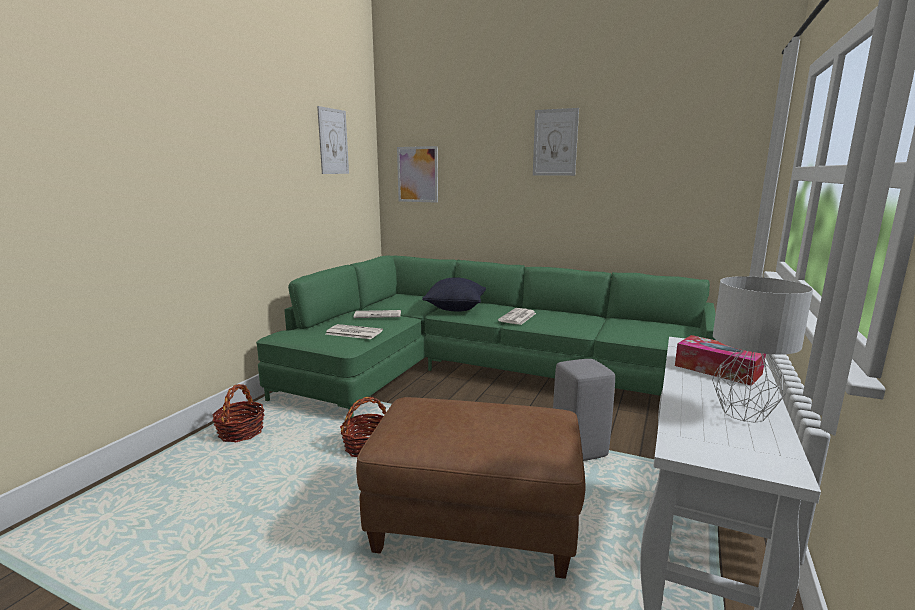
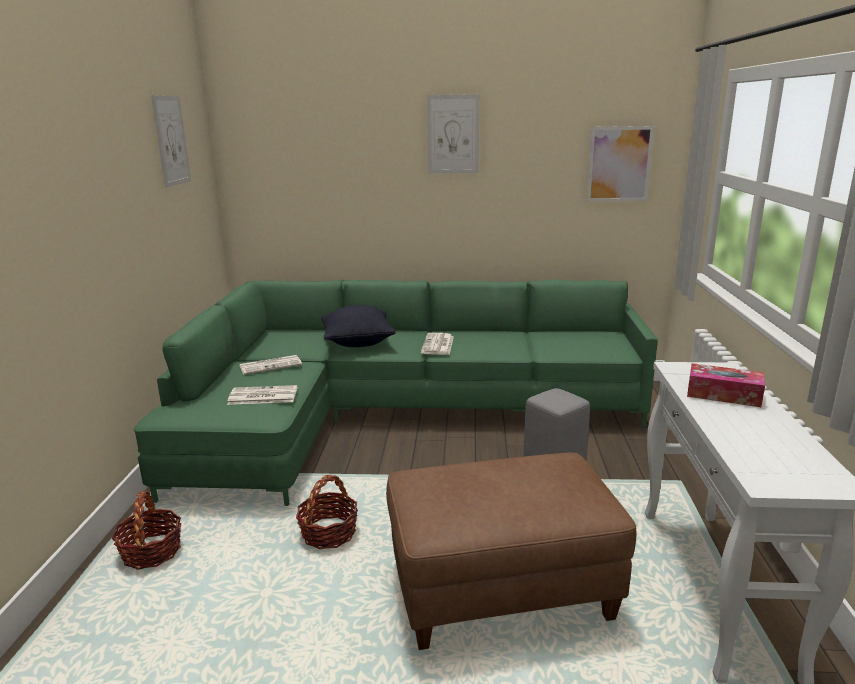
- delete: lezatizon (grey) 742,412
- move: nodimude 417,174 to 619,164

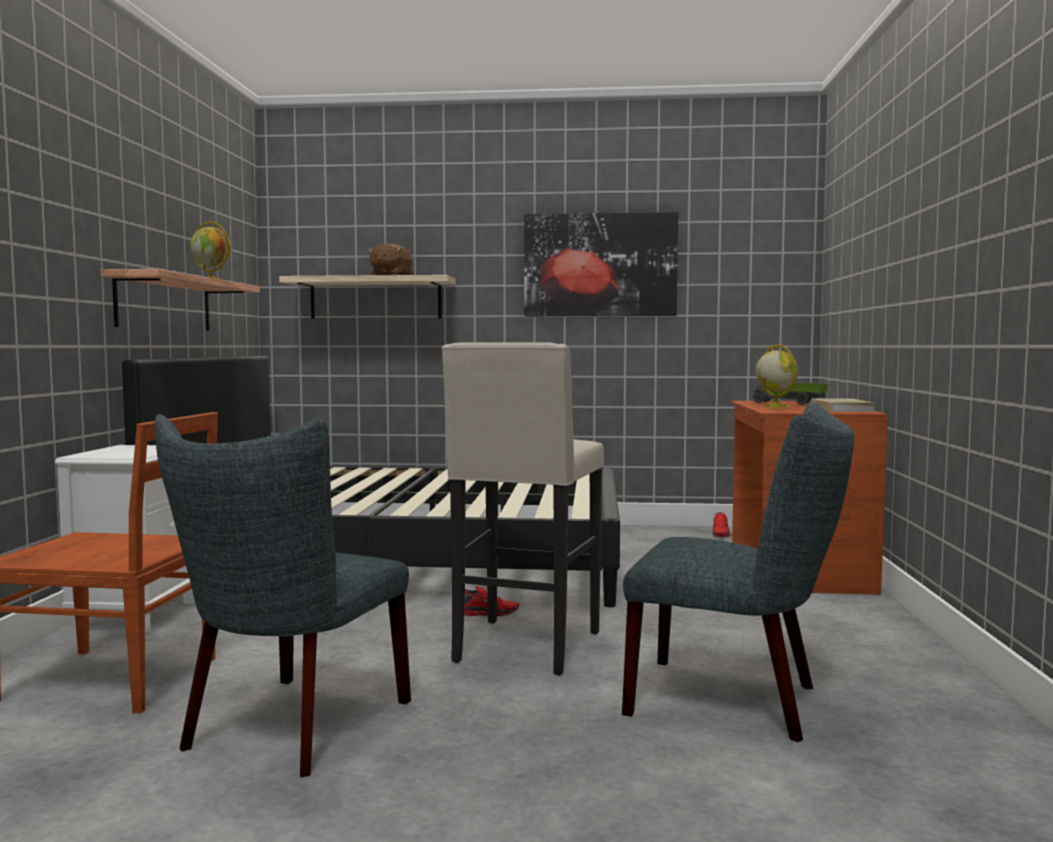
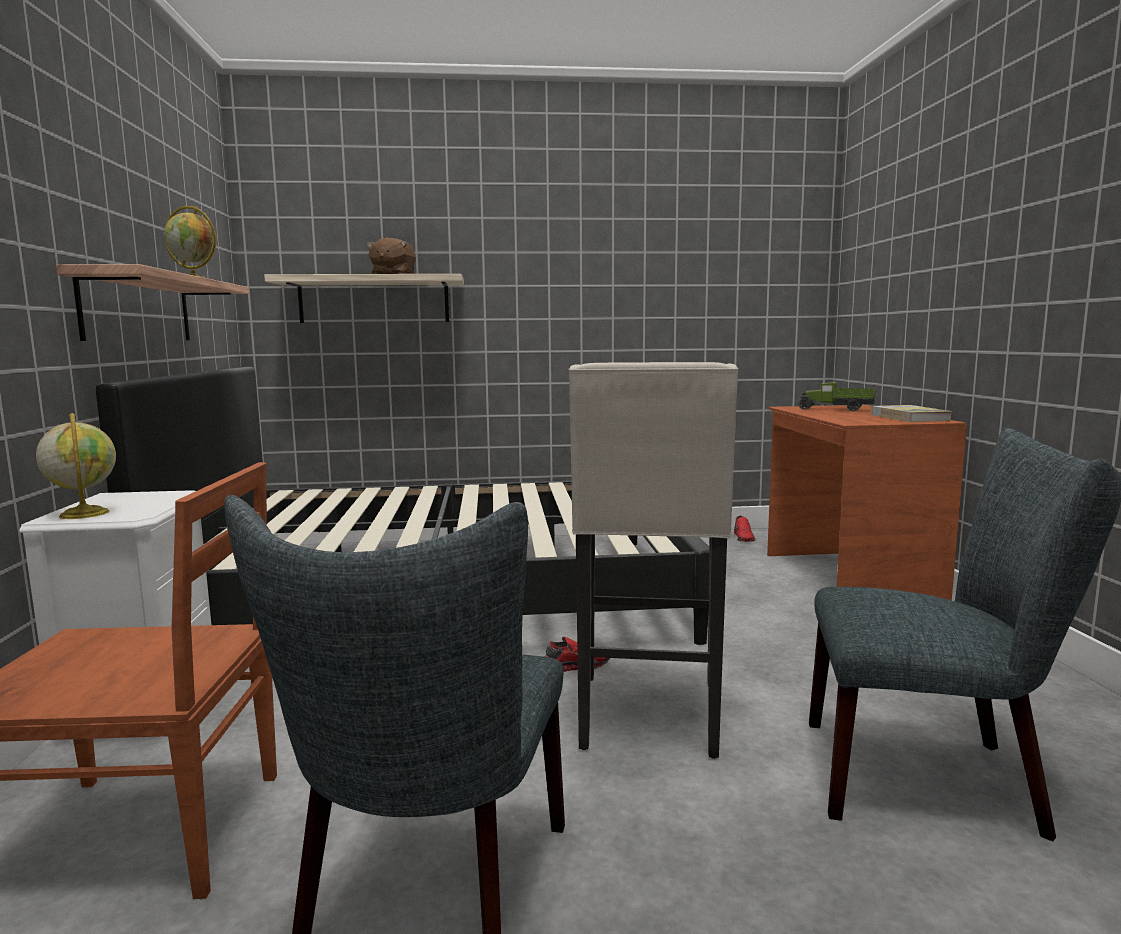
- delete: nodimude 600,265
- move: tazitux 775,407 to 83,513

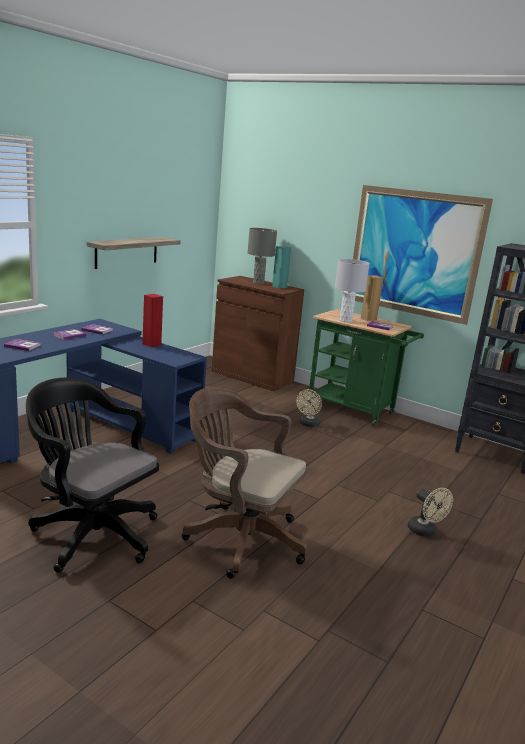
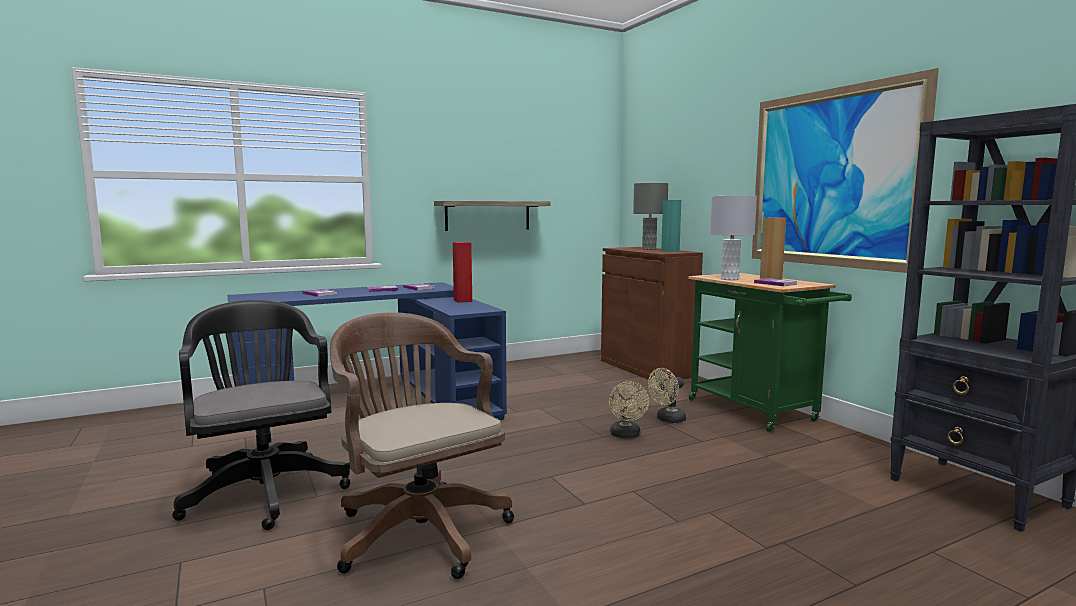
- move: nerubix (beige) 425,532 to 626,435

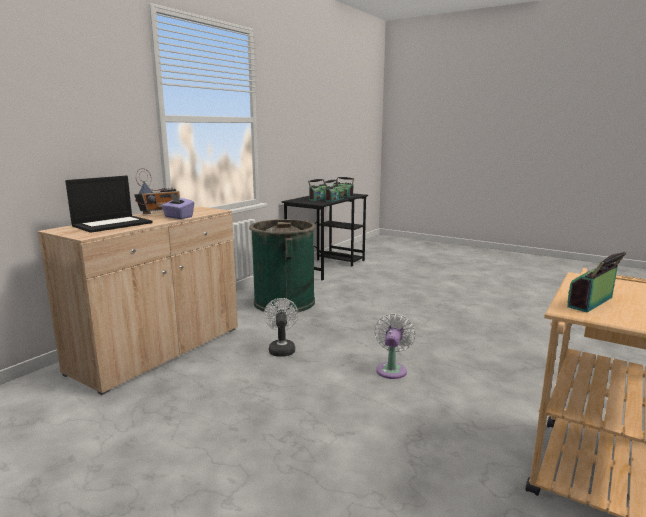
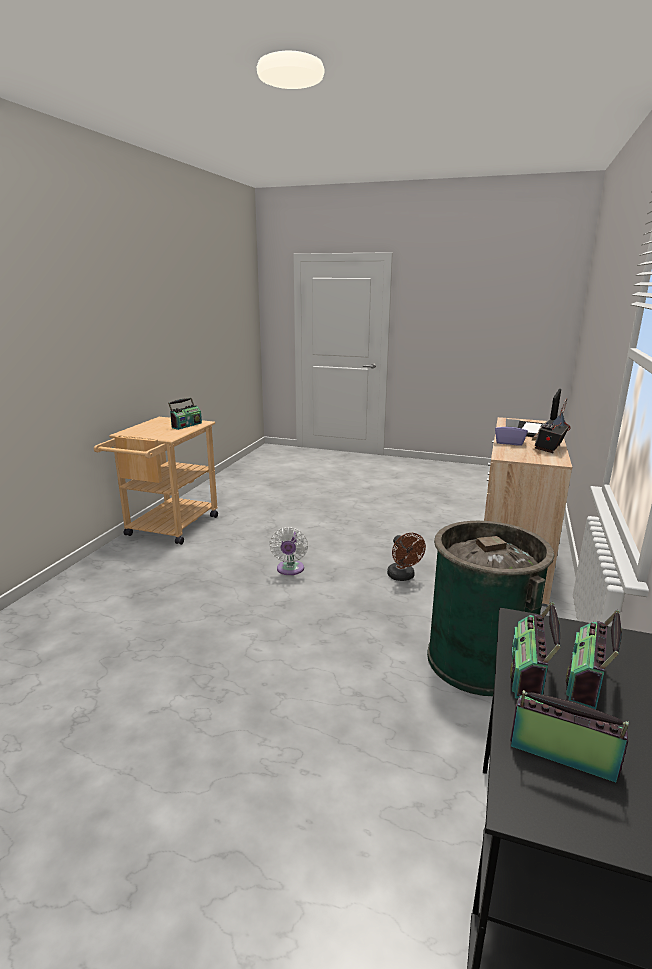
- recolor: nerubix (white) 281,349 to nerubix (brown) 403,577

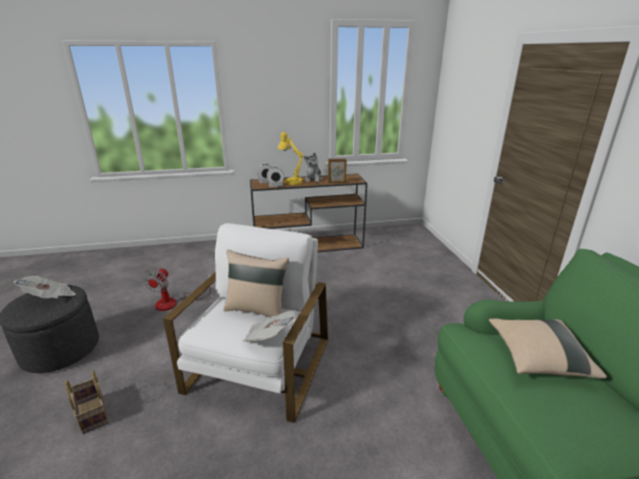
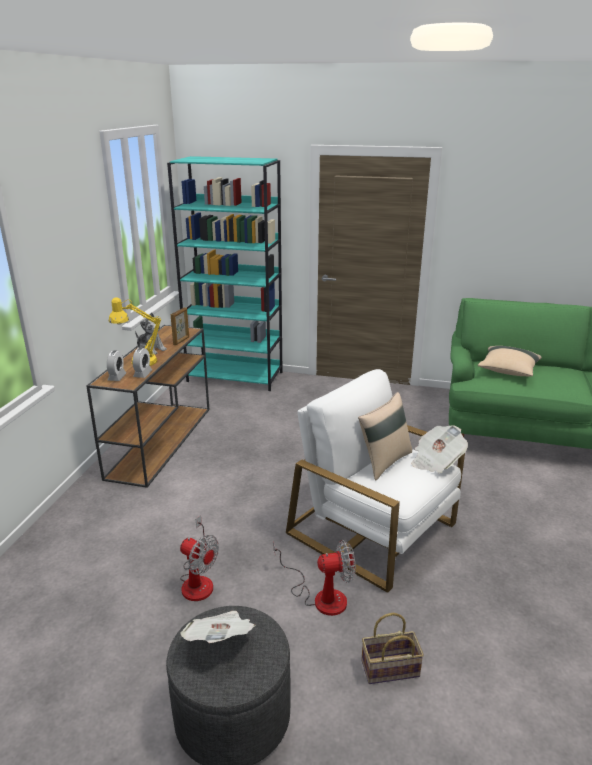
- insert: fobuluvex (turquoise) 236,377
- insert: nerubix 321,596

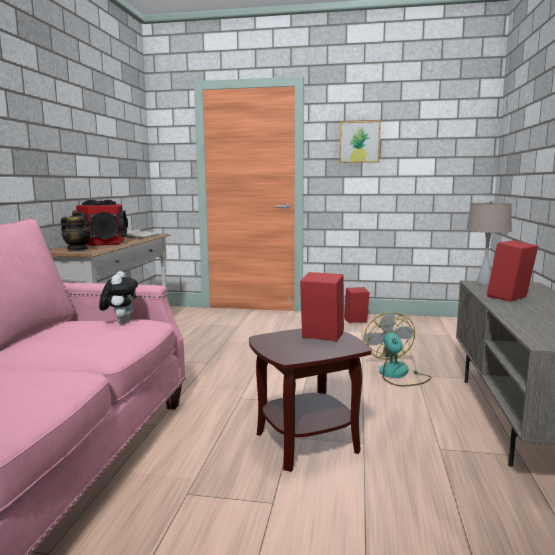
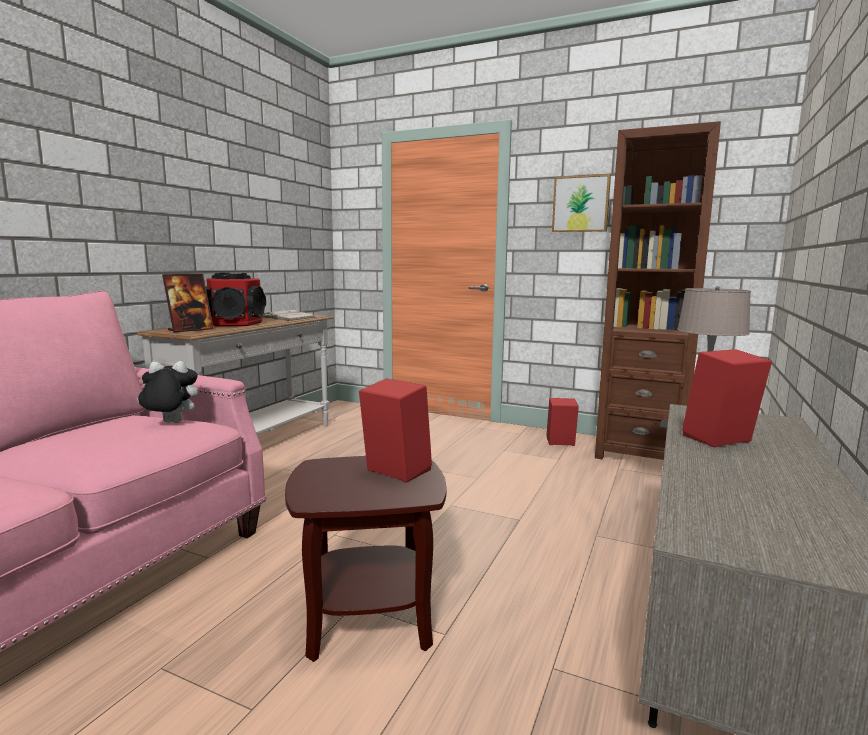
- delete: nerubix 397,375
- insert: fobuluvex (brown) 640,453
- replace: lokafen 78,249 to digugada 190,330
- rotate: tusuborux 121,322 = 170,423 105 degrees counterclockwise

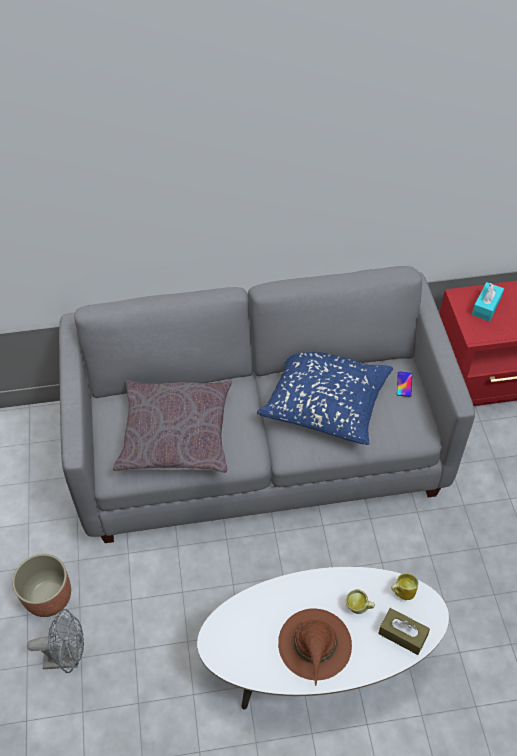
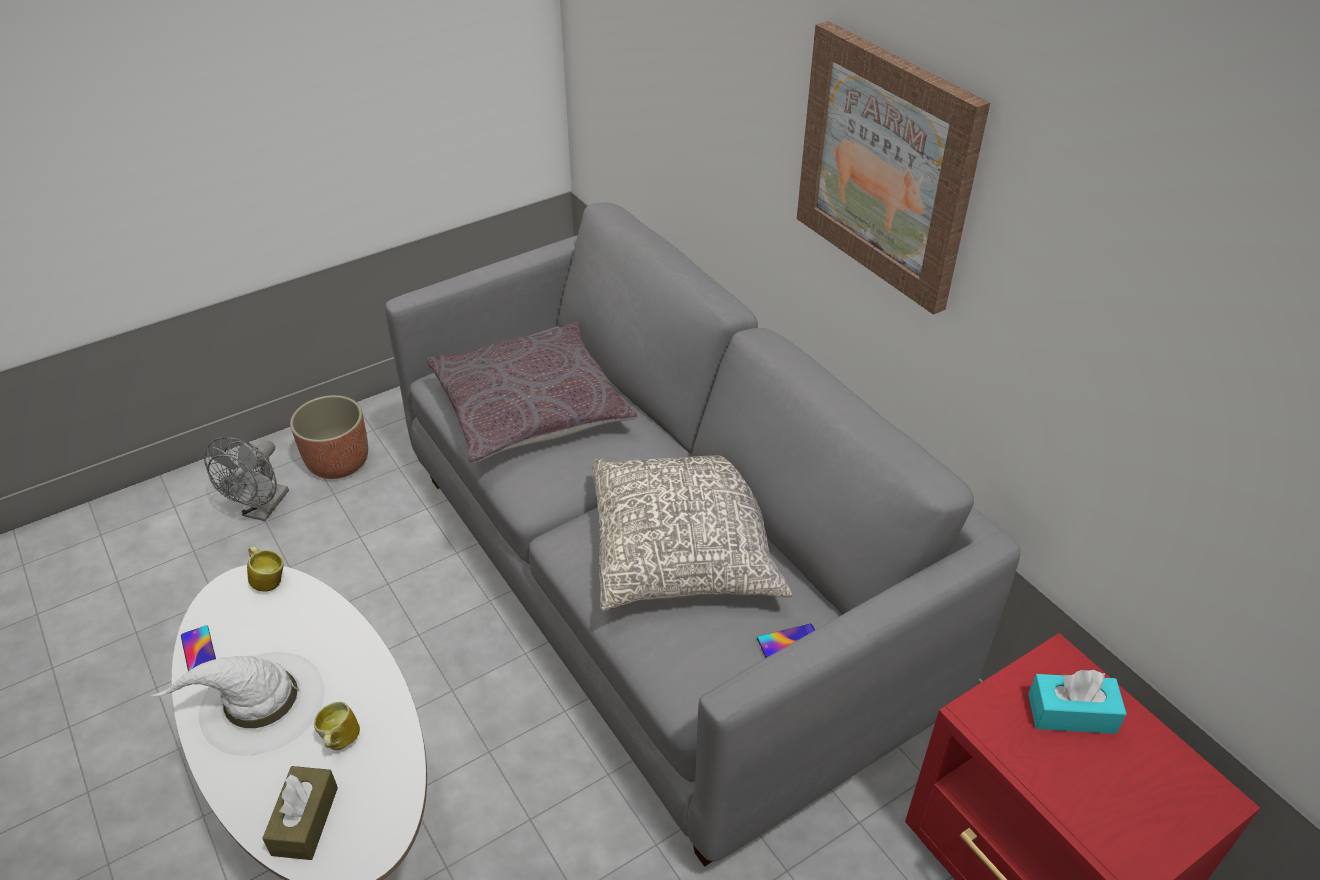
- insert: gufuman 199,650
- insert: nodimude 887,166
- move: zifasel 402,592 to 268,580
- recolor: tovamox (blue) 326,401 to tovamox (grey) 685,547
- recolor: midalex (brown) 315,645 to midalex (white) 260,703
- rotate: nerubix (grey) 67,657 = 262,509 45 degrees clockwise

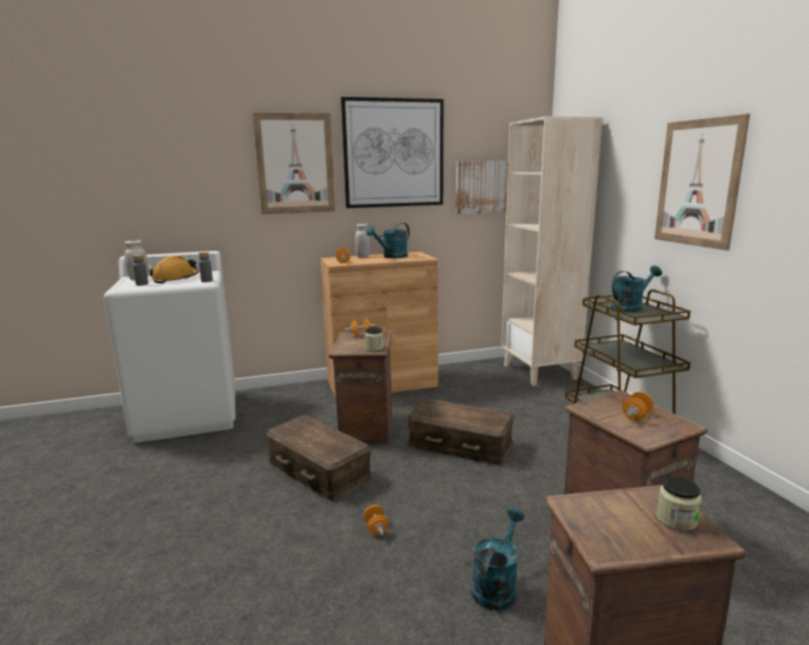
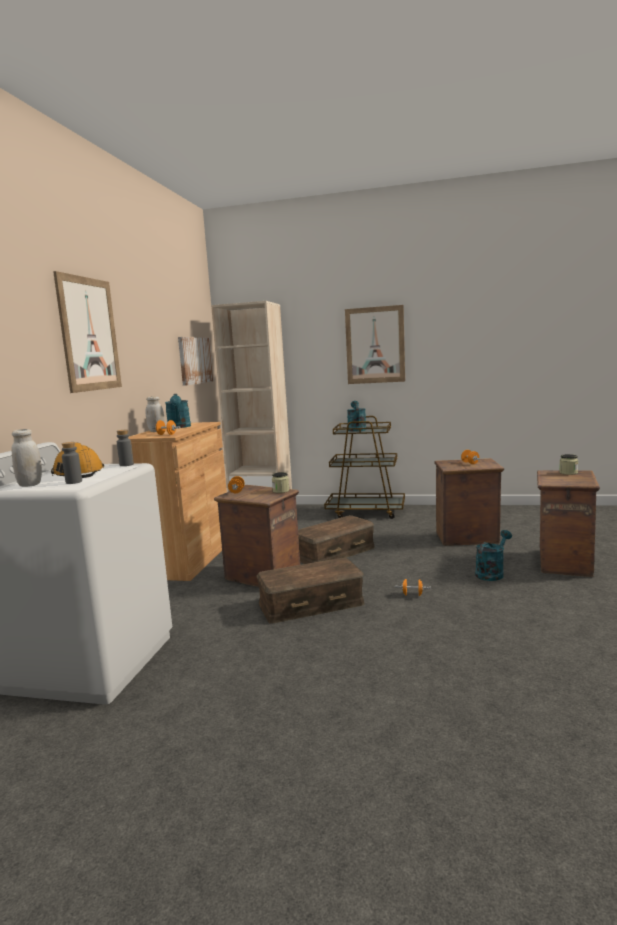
- delete: nodimude 393,153
- rotate: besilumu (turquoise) 496,585 = 491,573 75 degrees clockwise

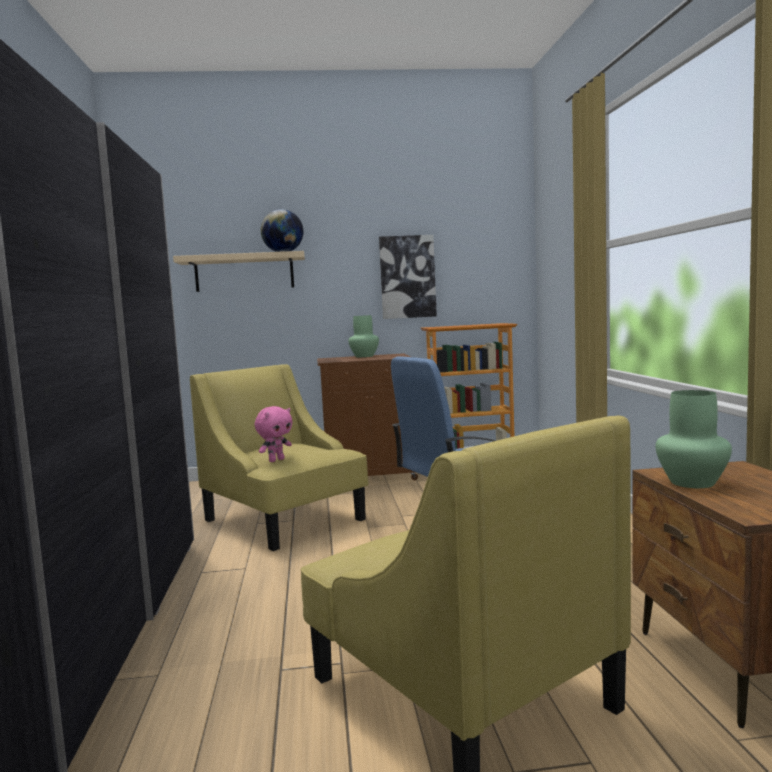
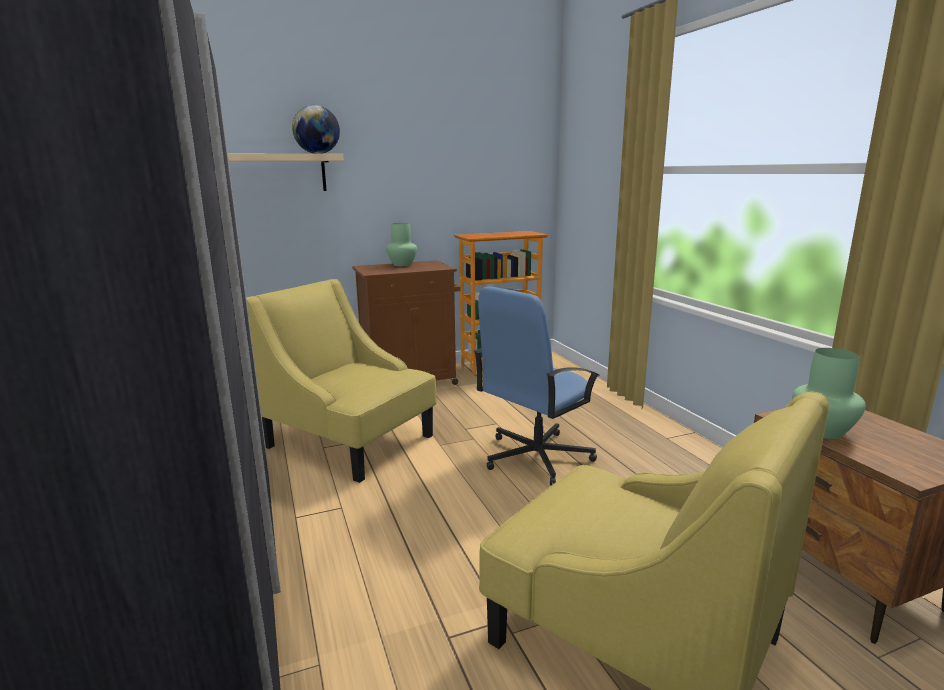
- delete: tusuborux (pink) 276,460
- delete: nodimude 407,277

